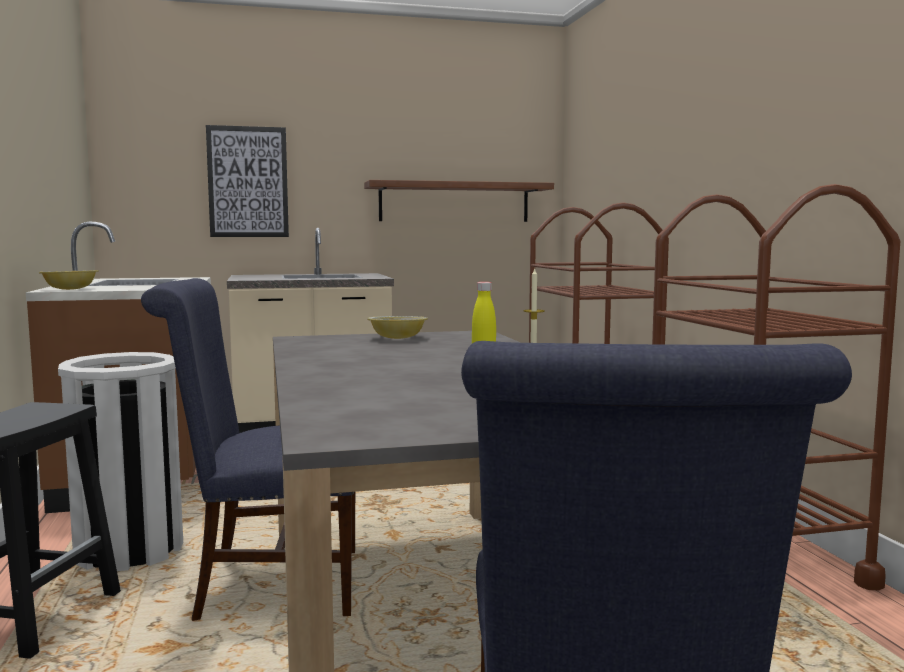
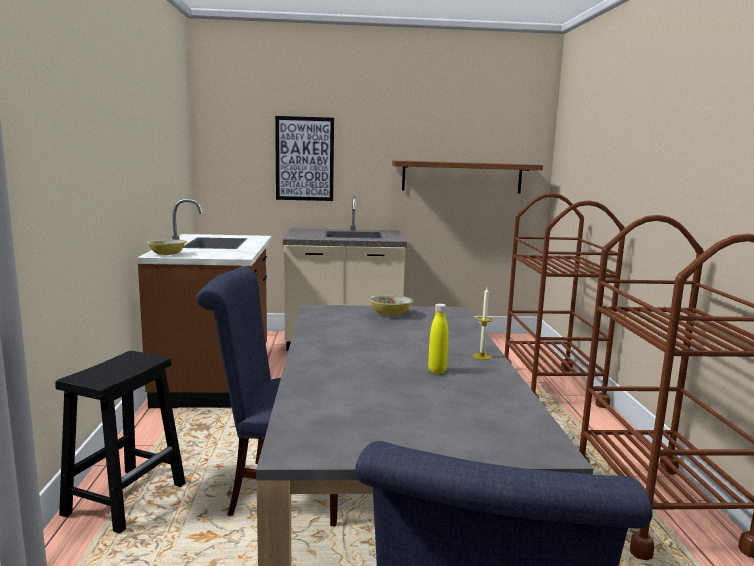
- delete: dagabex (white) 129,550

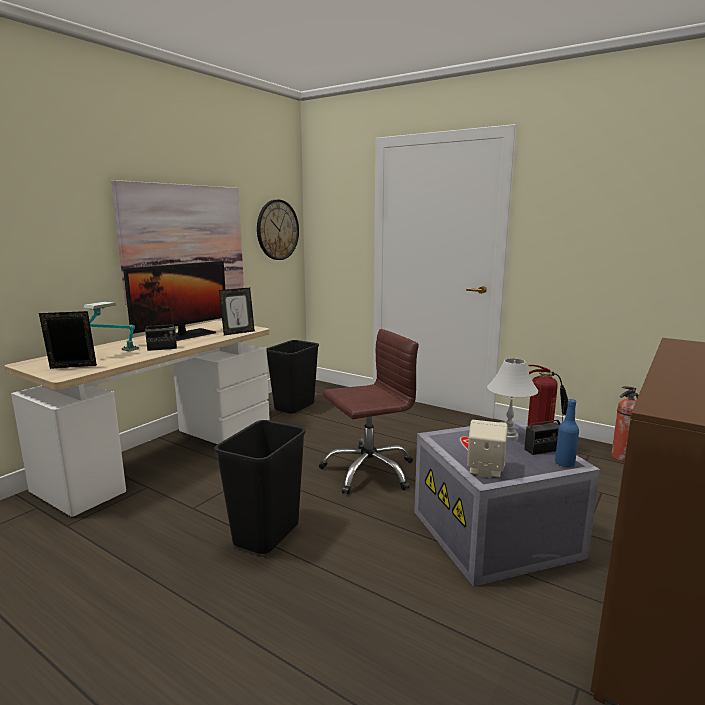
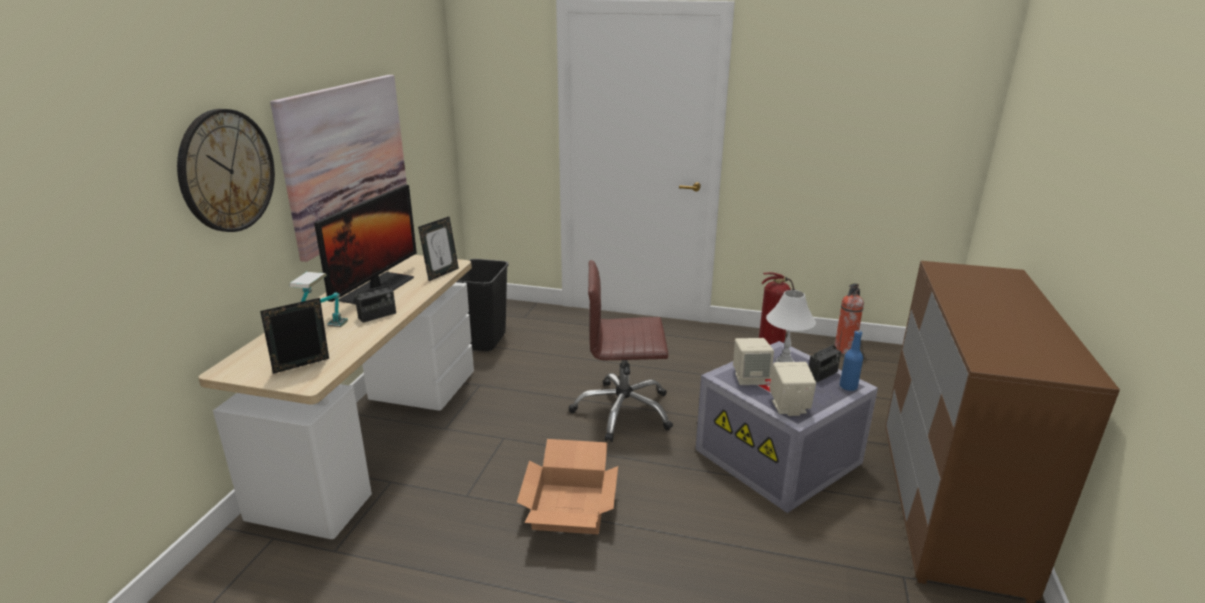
- insert: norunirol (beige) 750,378
- move: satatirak 277,230 to 227,171
- replace: dagabex (black) 266,534 to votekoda 568,507
- rotate: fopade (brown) 368,471 = 623,411 135 degrees counterclockwise

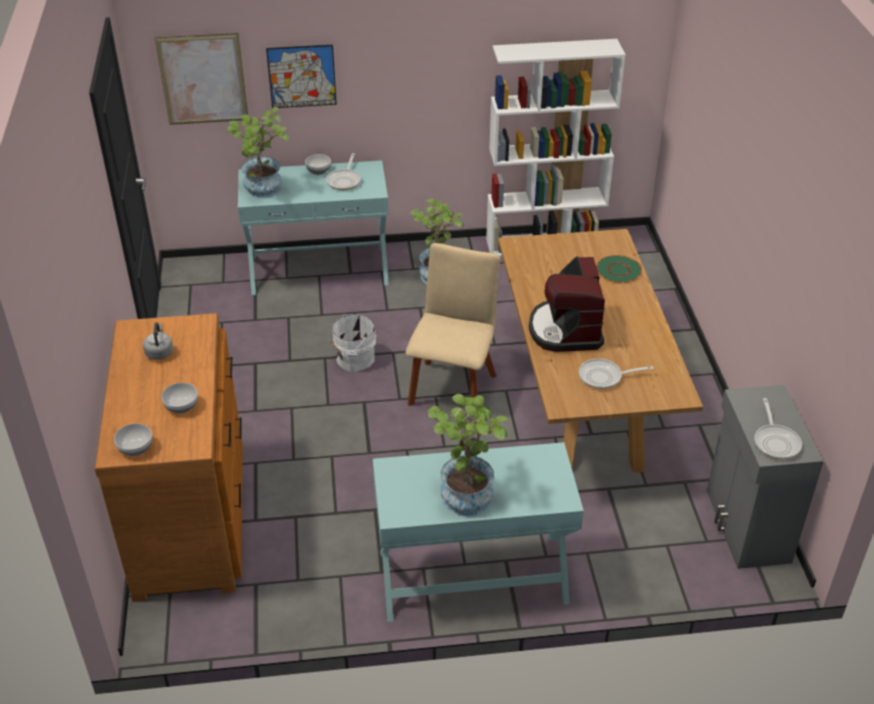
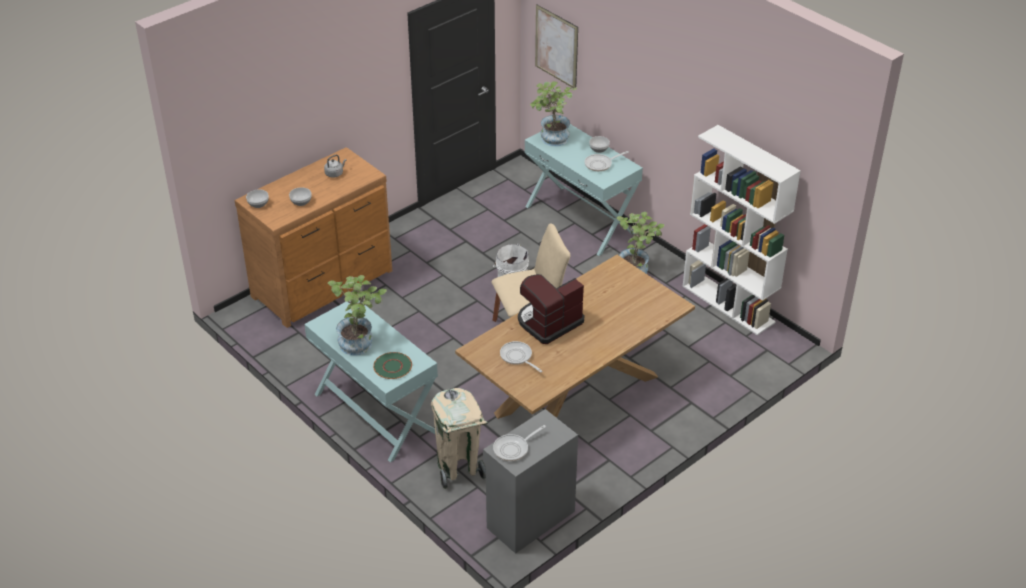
- delete: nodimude 302,76
- insert: dagabex (beige) 458,469
- move: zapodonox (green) 618,270 to 392,366

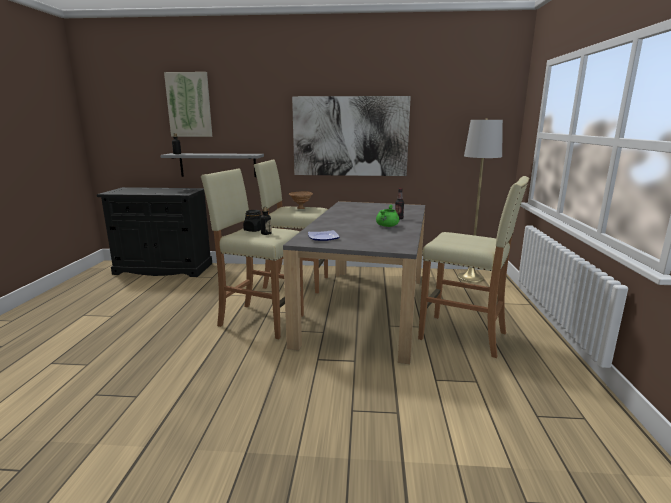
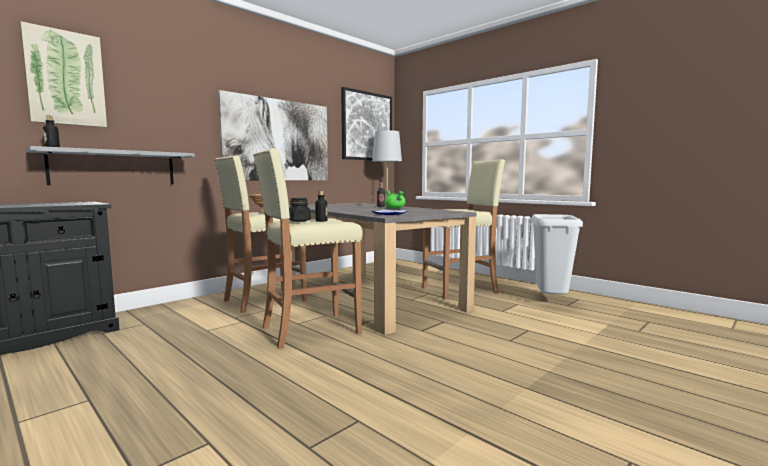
- insert: nodimude 367,126
- insert: dagabex (grey) 550,301

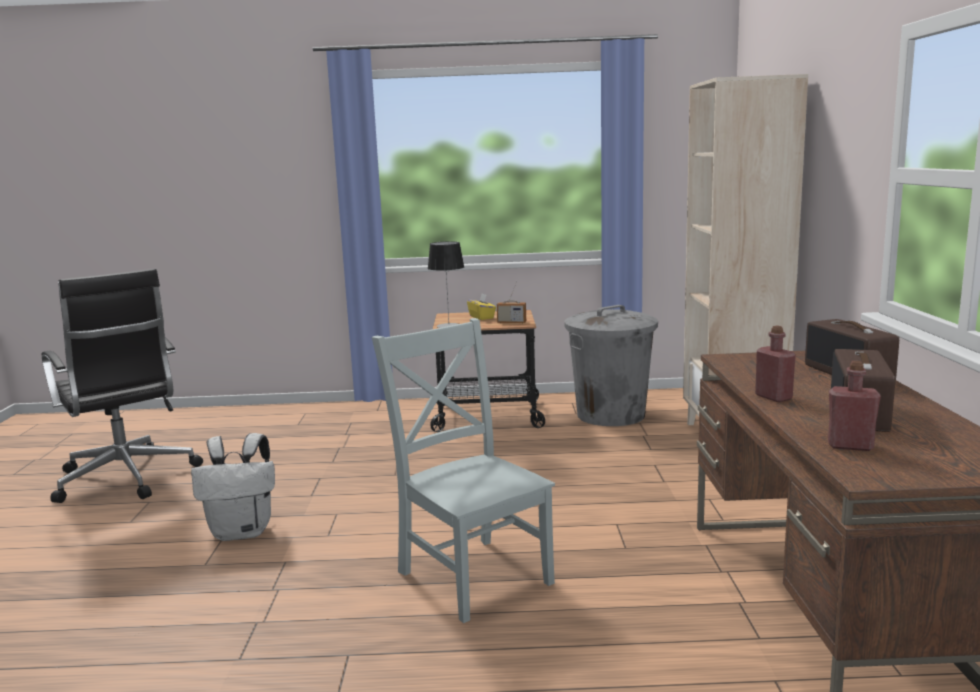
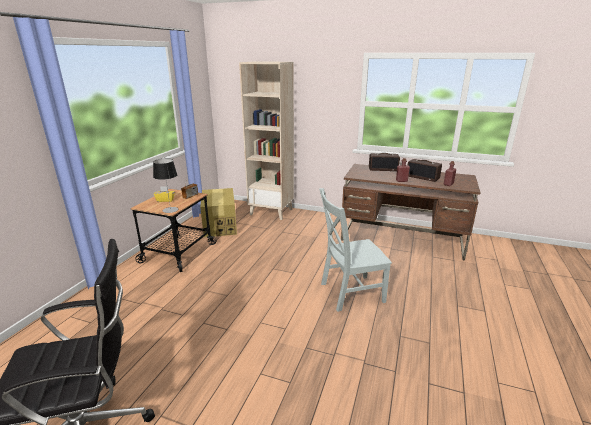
- delete: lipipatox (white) 243,532
- replace: dagabex (grey) 611,415 to votekoda 220,225

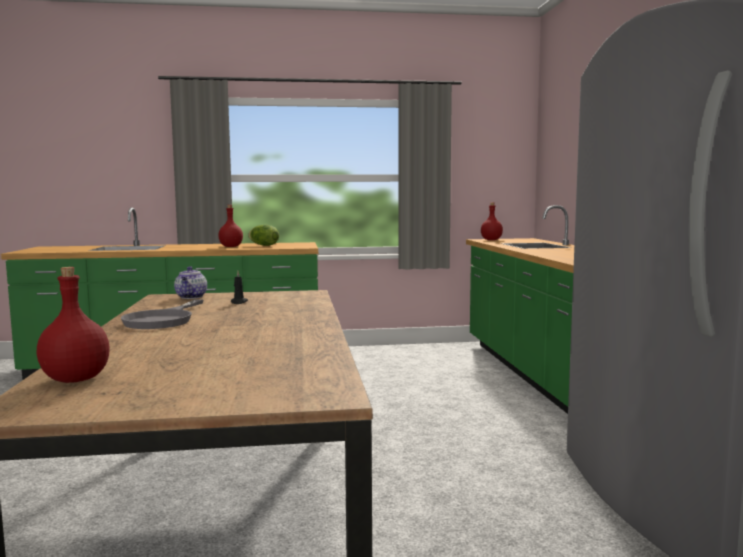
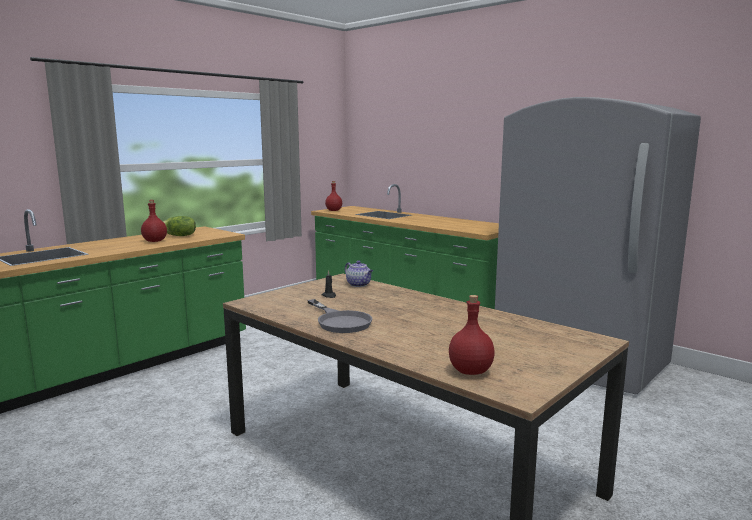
- move: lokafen 191,297 to 359,285

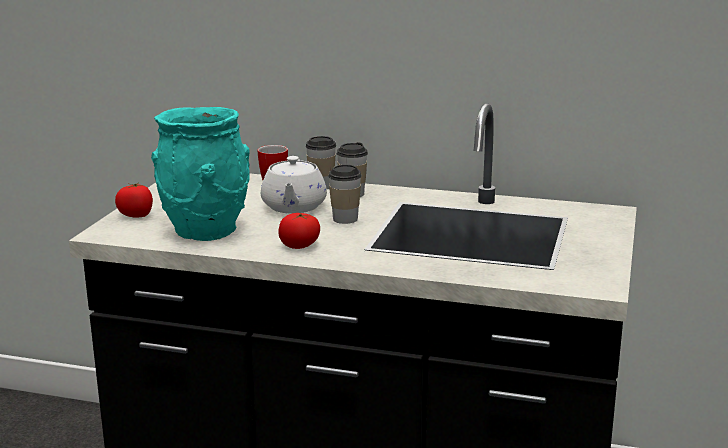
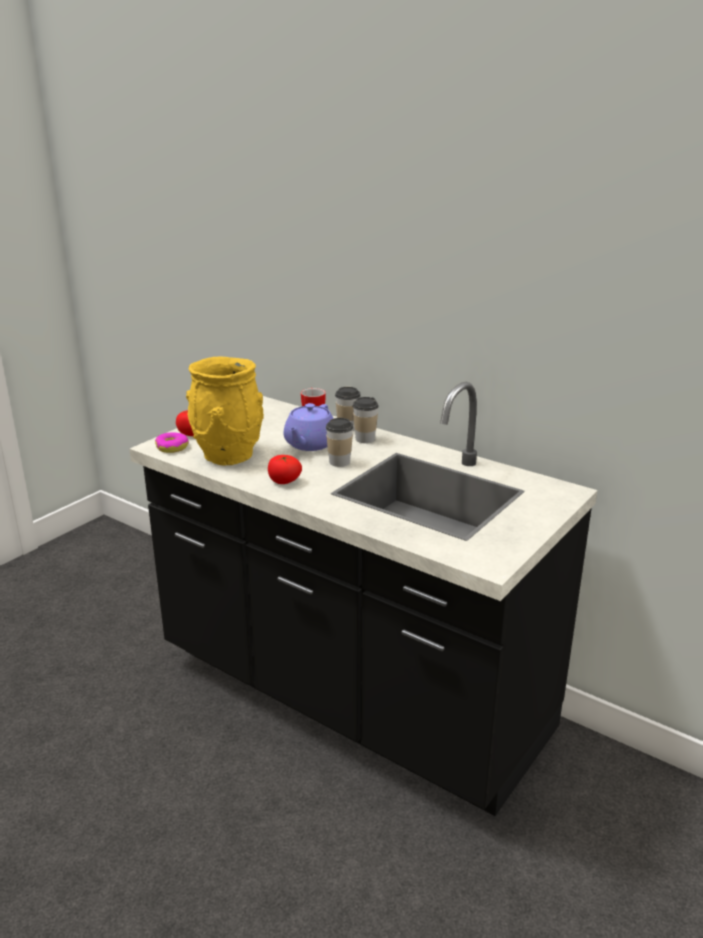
- insert: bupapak 172,447
- recolor: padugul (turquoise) 207,230 to padugul (yellow) 229,455
- recolor: lokafen (white) 293,207 to lokafen (purple) 309,444

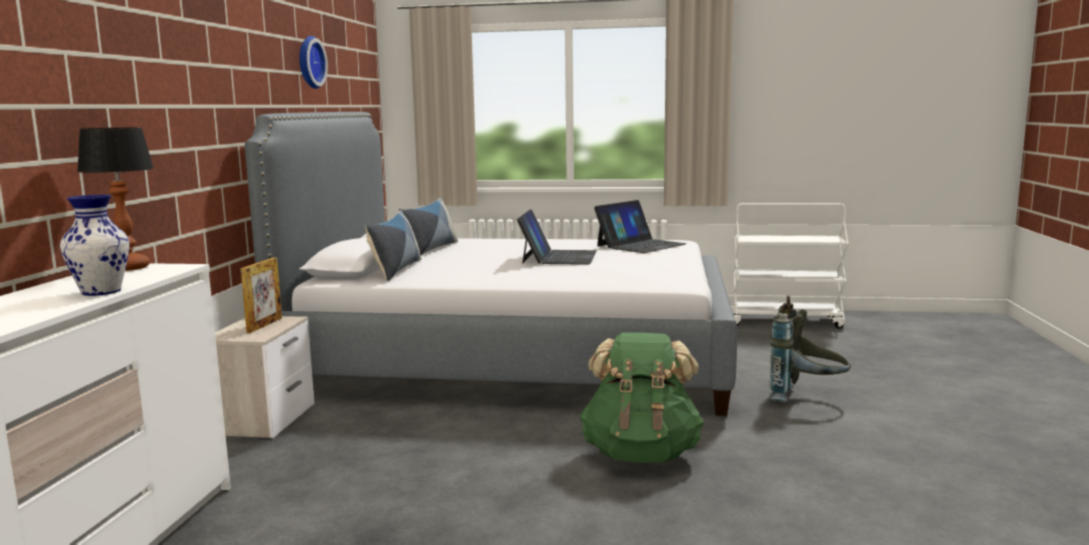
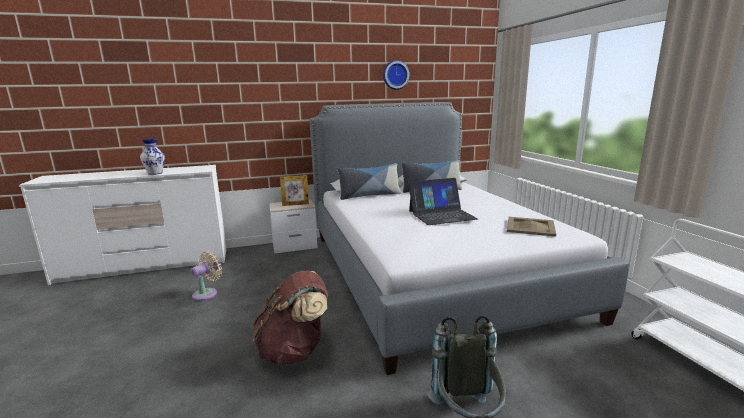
- delete: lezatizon 127,267
- insert: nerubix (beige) 207,293
- replace: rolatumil 640,245 to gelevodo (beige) 531,226
- recolor: lipipatox (green) 641,454 to lipipatox (brown) 295,351

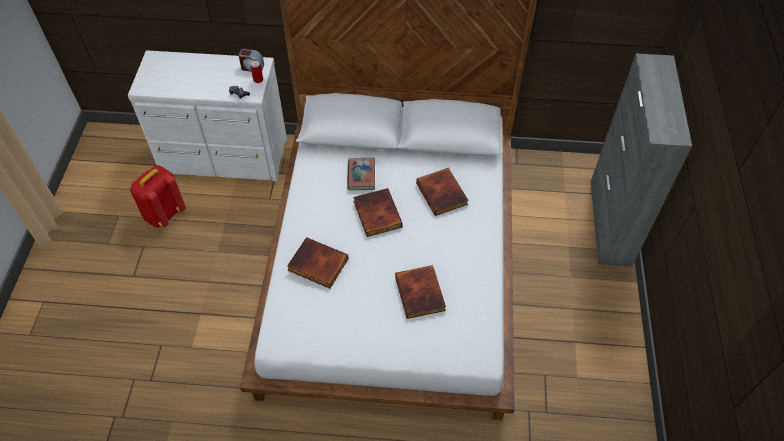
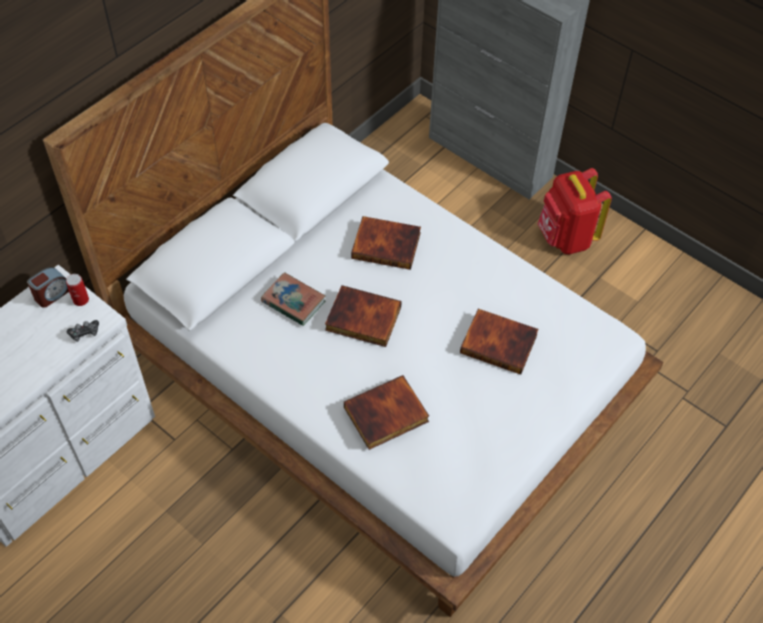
- move: lipipatox (red) 164,214 to 565,238

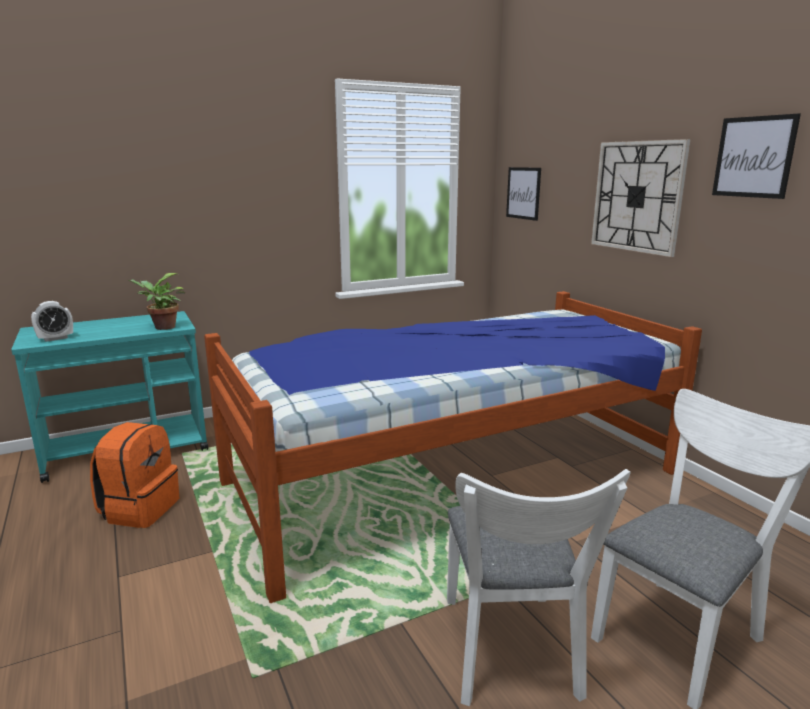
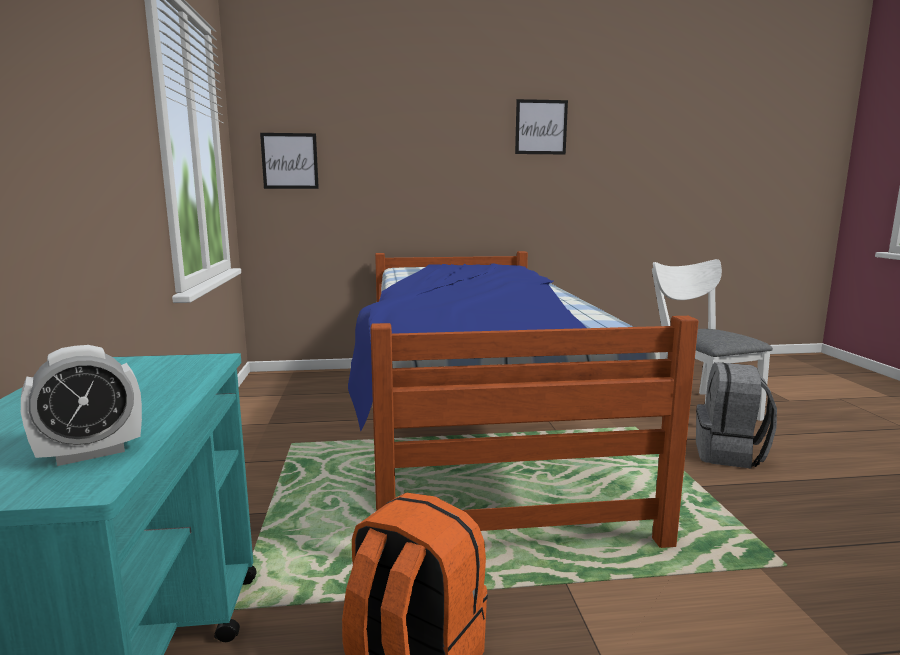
- delete: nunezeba 162,327
- delete: satatirak 637,196
- replace: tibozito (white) 511,655 to lipipatox (grey) 729,454
- rotate: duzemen 55,338 = 91,453 75 degrees clockwise

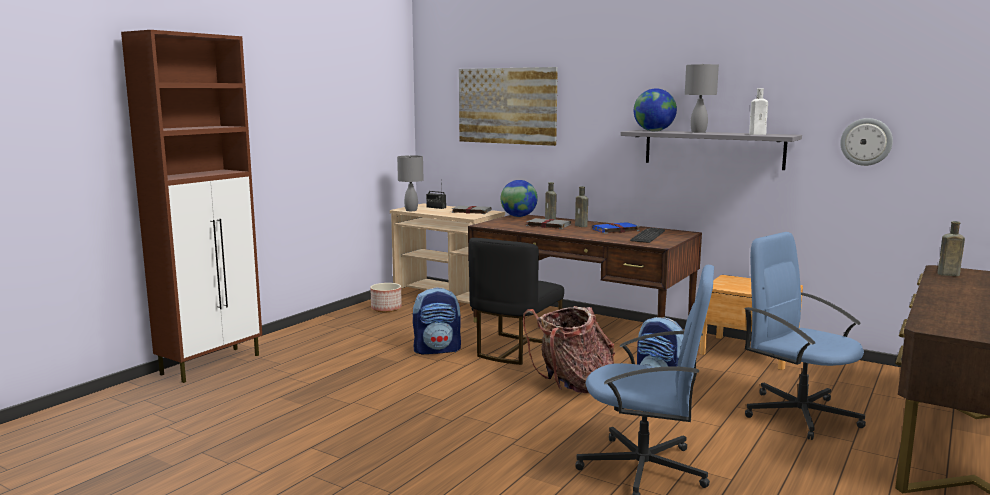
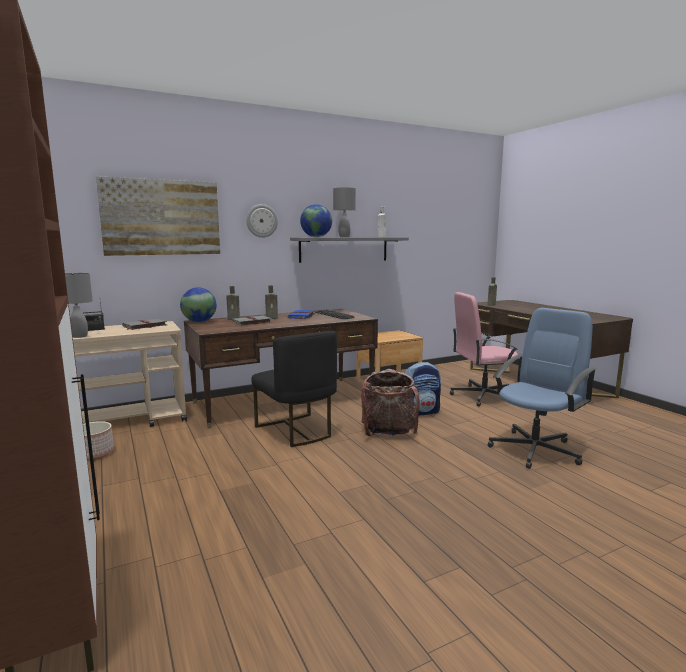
- delete: lipipatox 437,350
- move: satatirak 866,141 to 261,221
- recolor: fopade (blue) 799,414 to fopade (pink) 482,396

